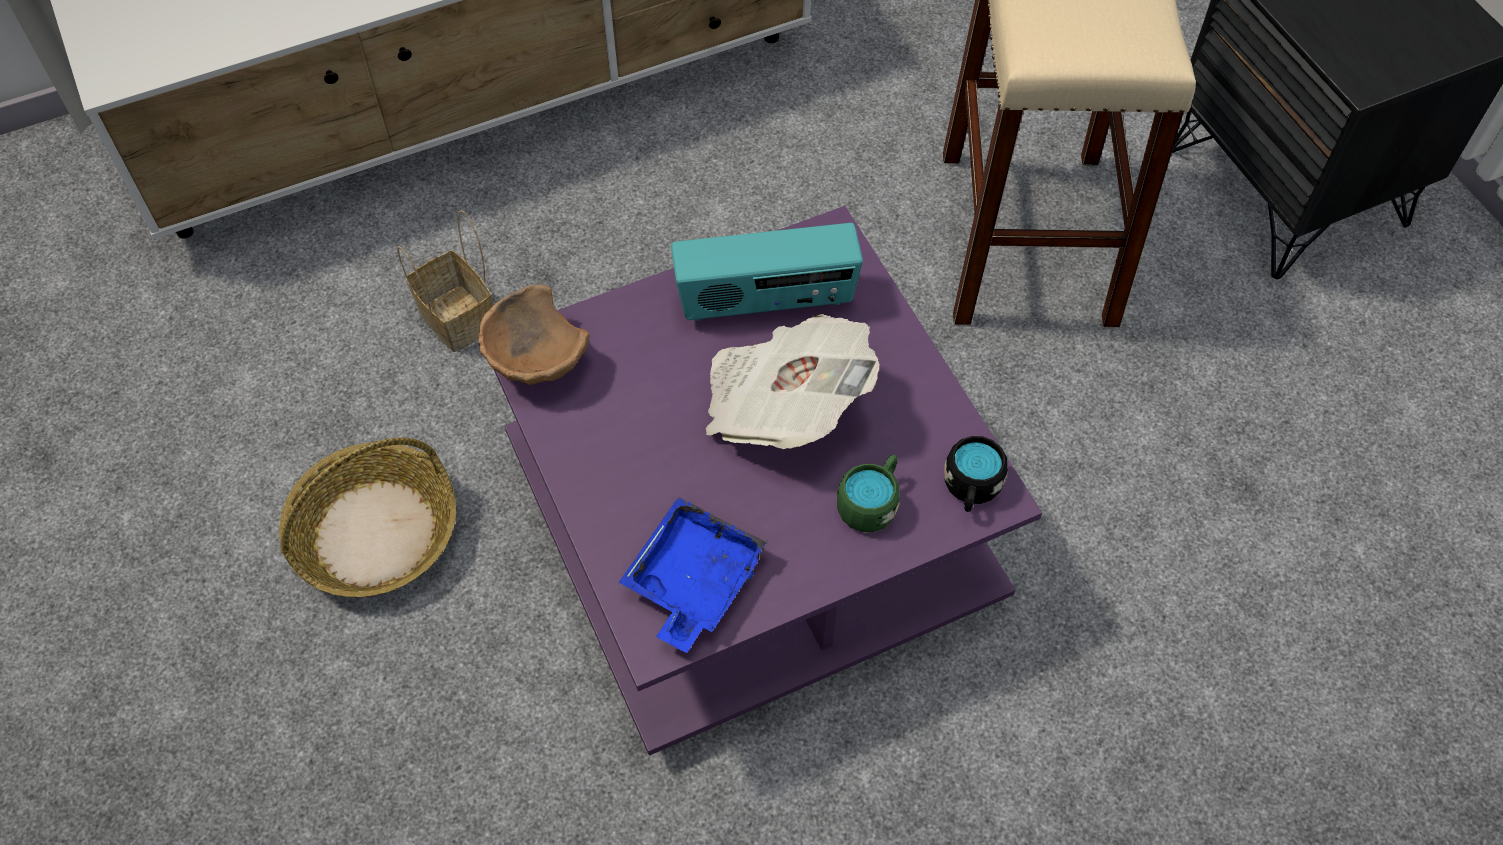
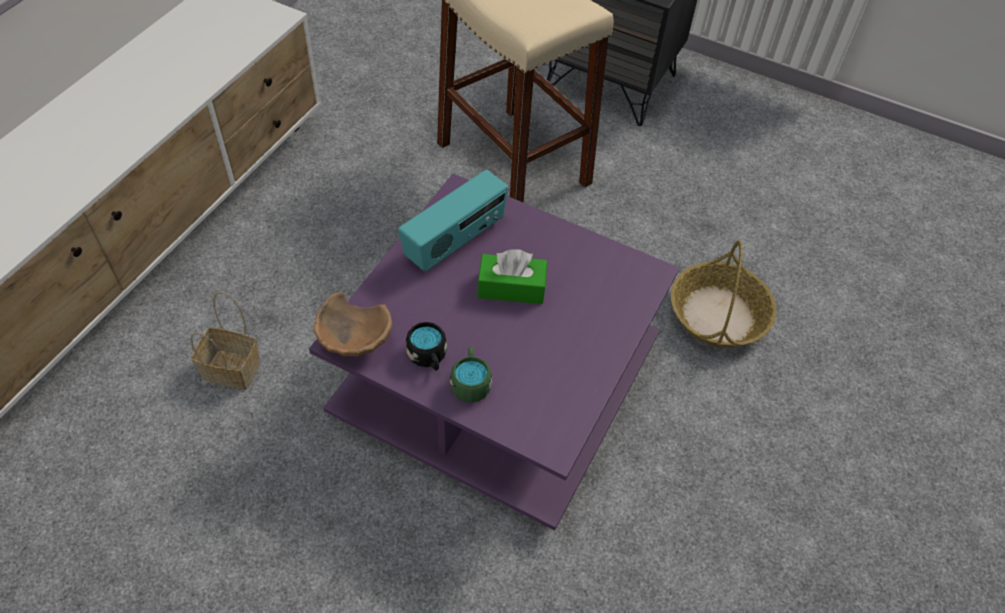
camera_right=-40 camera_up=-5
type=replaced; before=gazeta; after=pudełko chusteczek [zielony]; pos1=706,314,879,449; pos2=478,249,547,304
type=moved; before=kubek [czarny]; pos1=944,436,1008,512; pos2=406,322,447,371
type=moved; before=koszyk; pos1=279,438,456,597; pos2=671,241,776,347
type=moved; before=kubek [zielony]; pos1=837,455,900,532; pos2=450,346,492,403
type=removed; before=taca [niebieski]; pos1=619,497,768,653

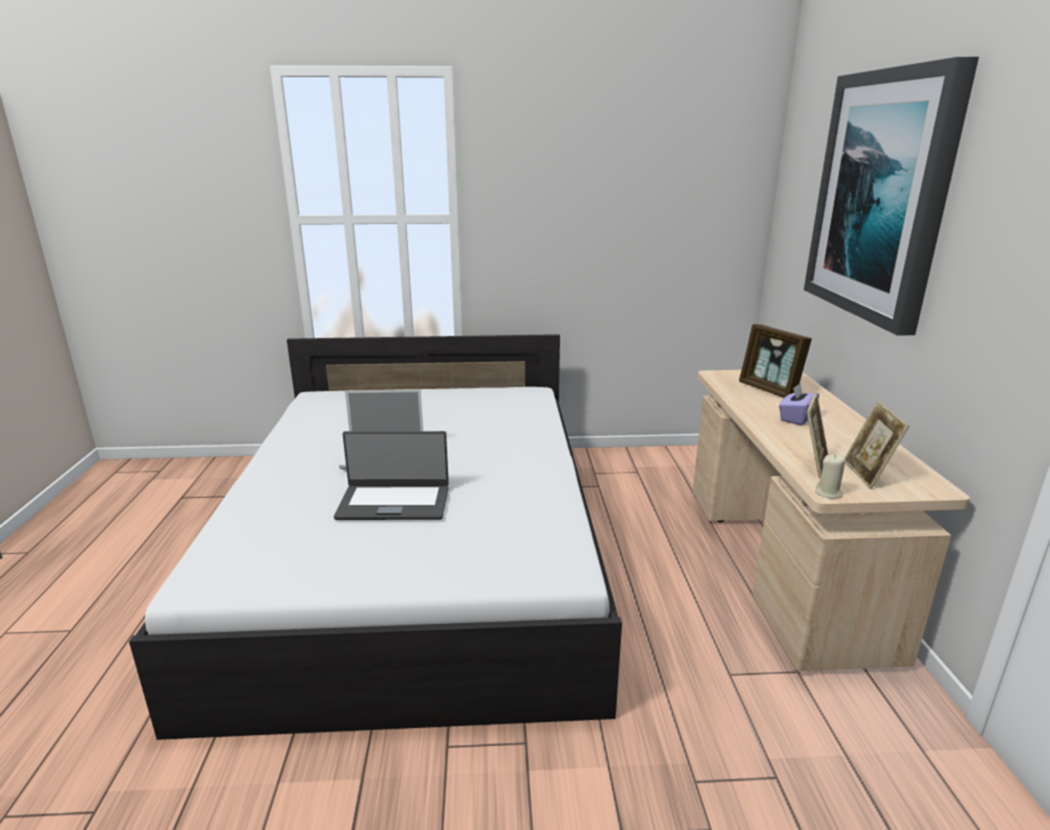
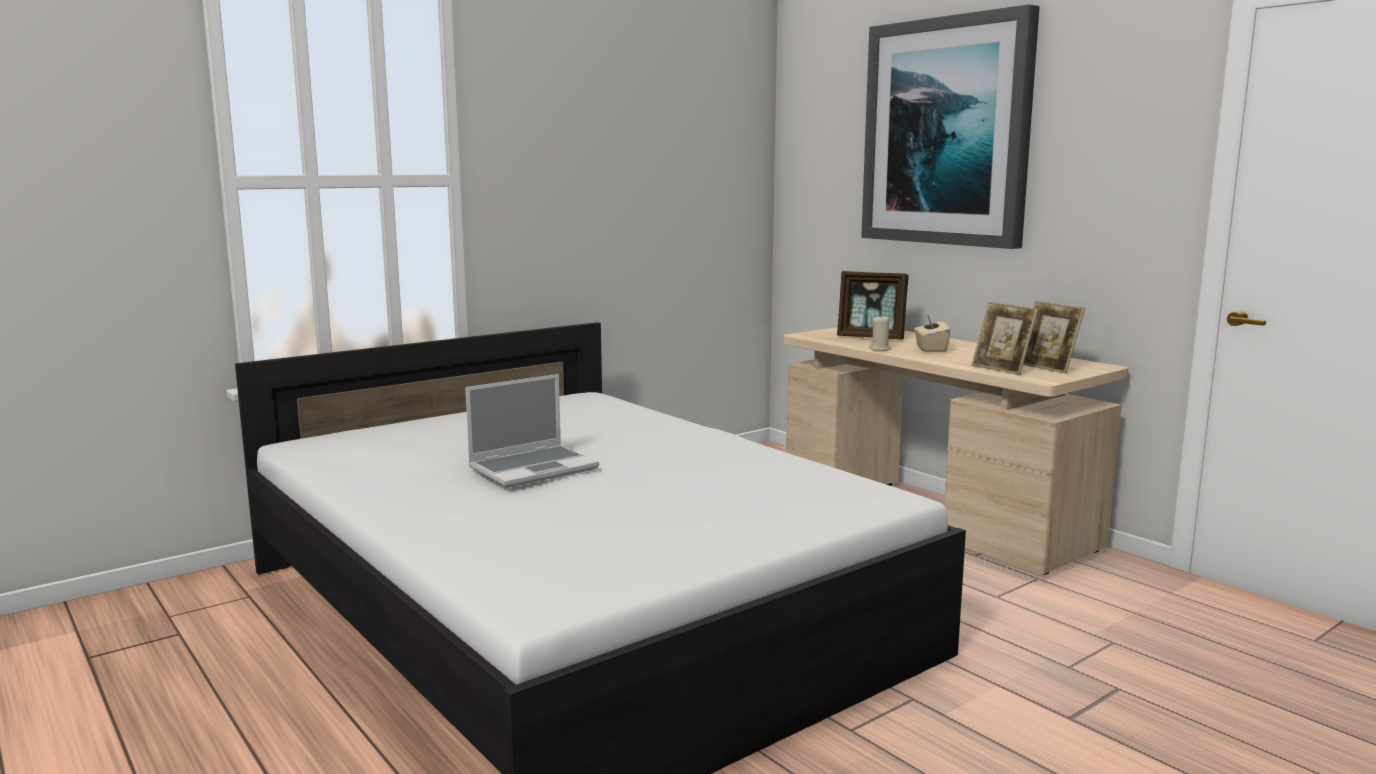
camera_right=-35 camera_up=-10
type=recoloured; before=pudełko chusteczek [fioletowy]; after=pudełko chusteczek [beżowy]; pos1=779,383,819,426; pos2=914,314,951,352
type=turned; before=ramka na zdjęcie; pos1=807,393,829,479; pos2=971,301,1038,375; turn=150
type=removed; before=laptop; pos1=334,431,449,520
type=moved; before=świeca [beżowy]; pos1=815,455,845,498; pos2=869,315,891,351

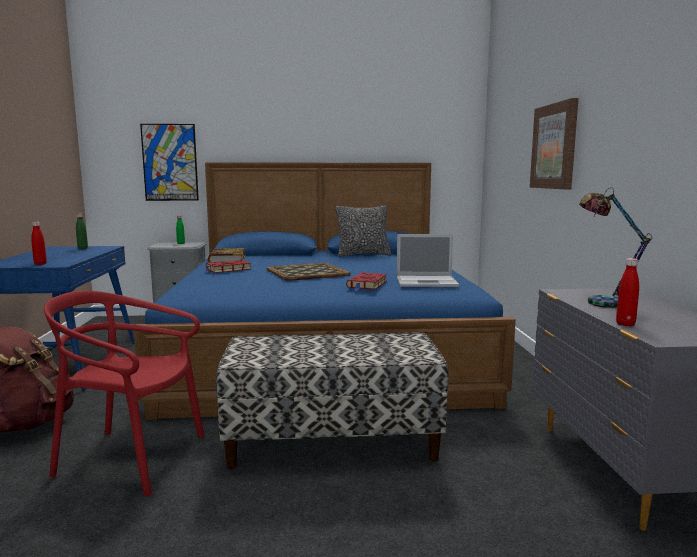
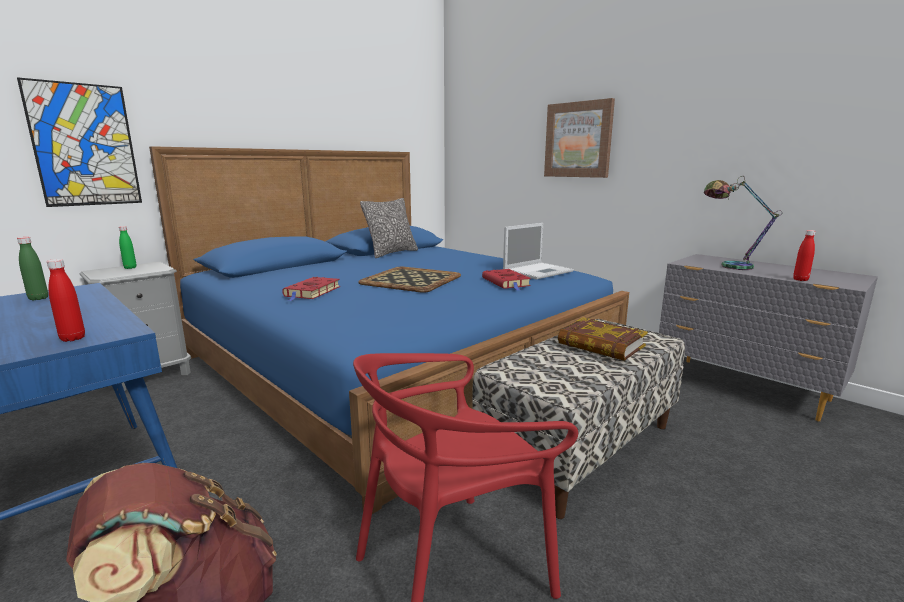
camera_right=-40 camera_up=5
type=moved; before=książka; pos1=208,248,246,263; pos2=558,317,648,361

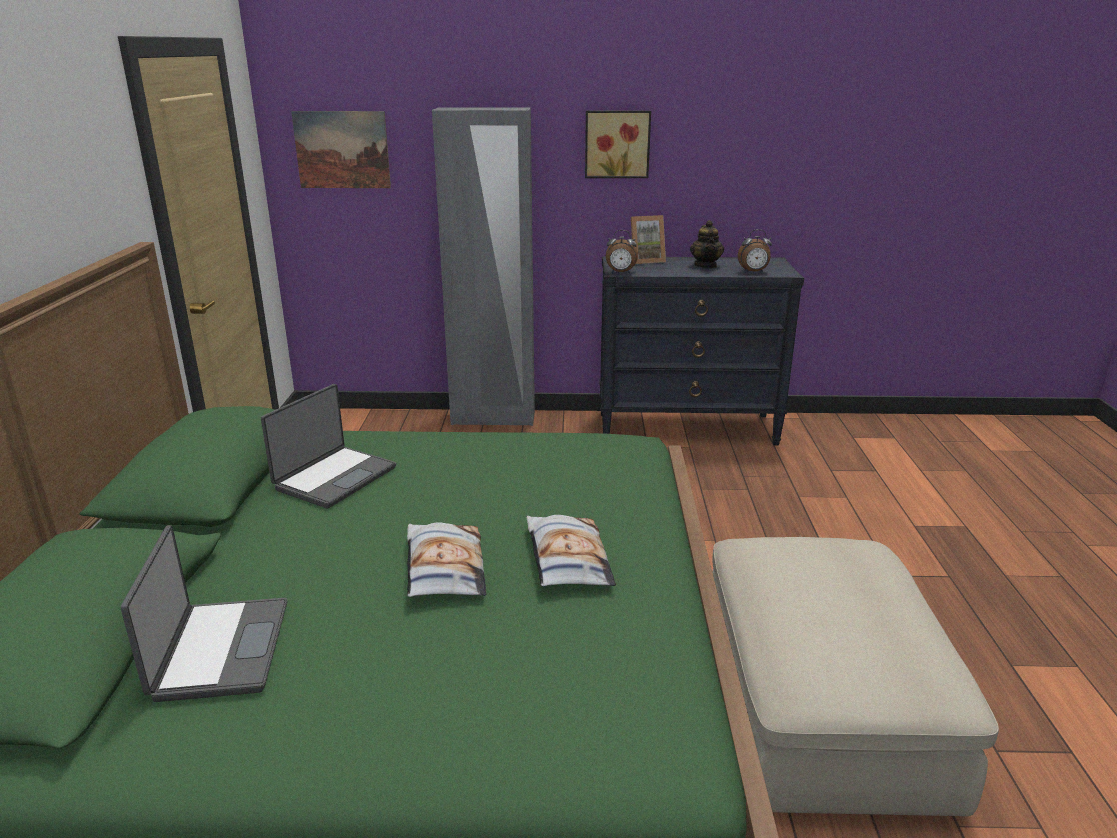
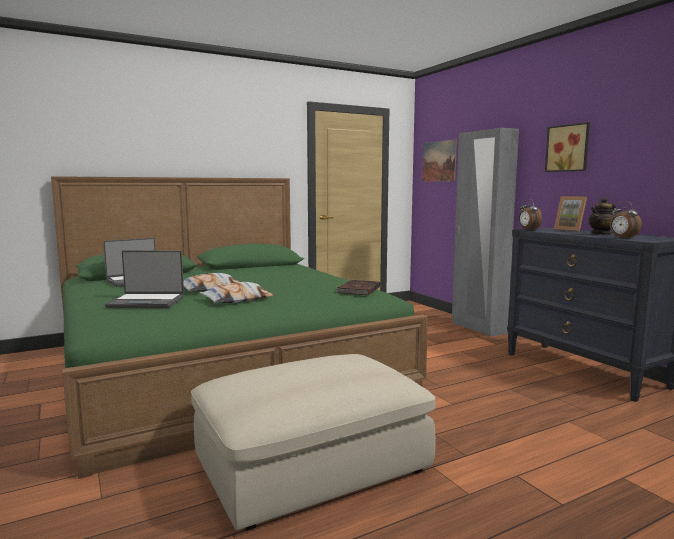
camera_right=60 camera_up=-15
type=moved; before=laptop; pos1=261,384,396,509; pos2=105,250,184,308
type=added; after=książka [brązowy]; pos2=336,280,380,295

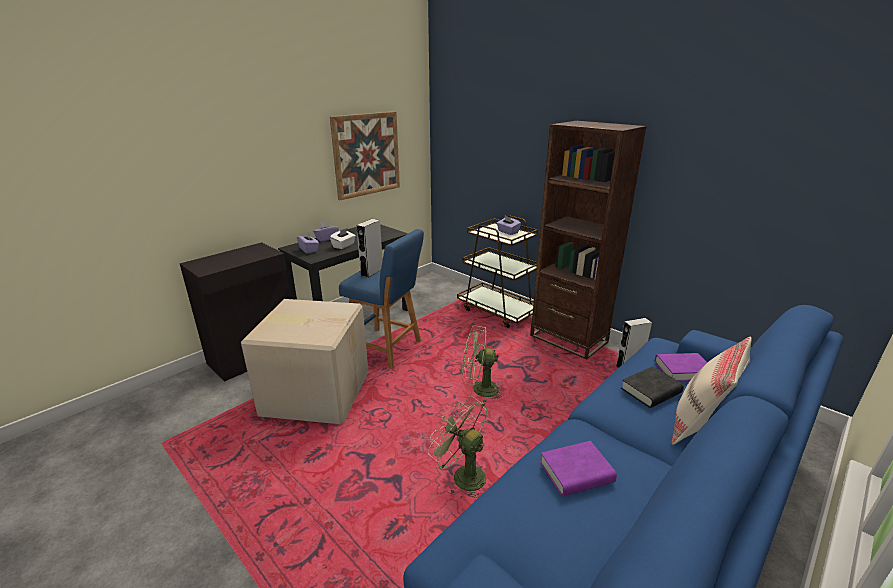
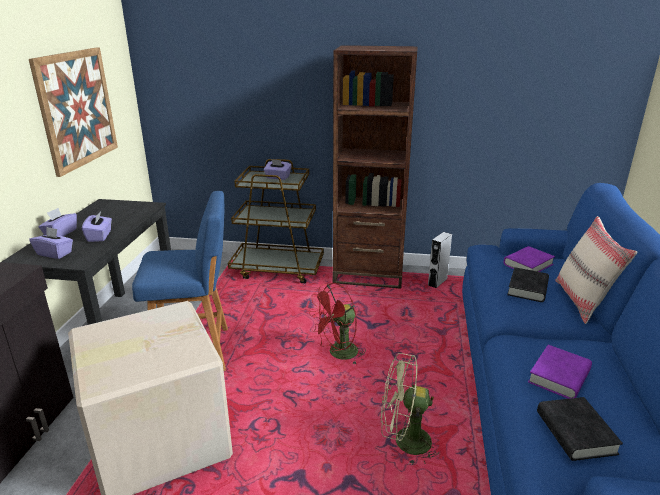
camera_right=-35 camera_up=0
type=removed; before=głośnik [szary]; pos1=356,219,383,278
type=recoloured; before=pudełko chusteczek [biały]; after=pudełko chusteczek [fioletowy]; pos1=330,228,356,249; pos2=82,211,112,242
type=recoloured; before=wentylator [zielony]; after=wentylator [czerwony]; pos1=462,325,502,402; pos2=309,283,366,364
type=added; after=książka [czarny]; pos2=537,397,623,461

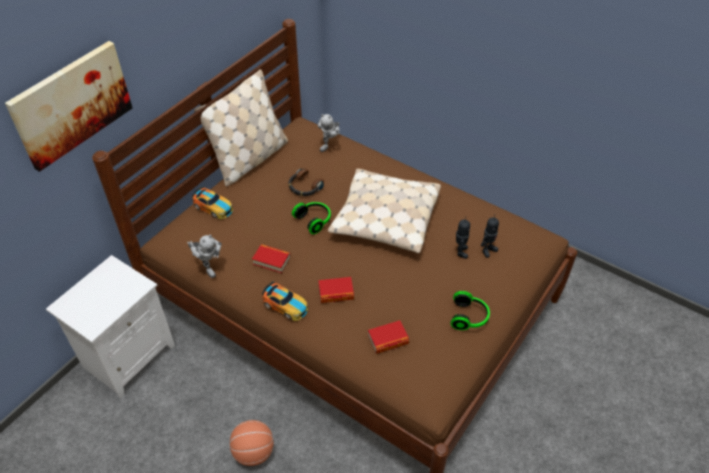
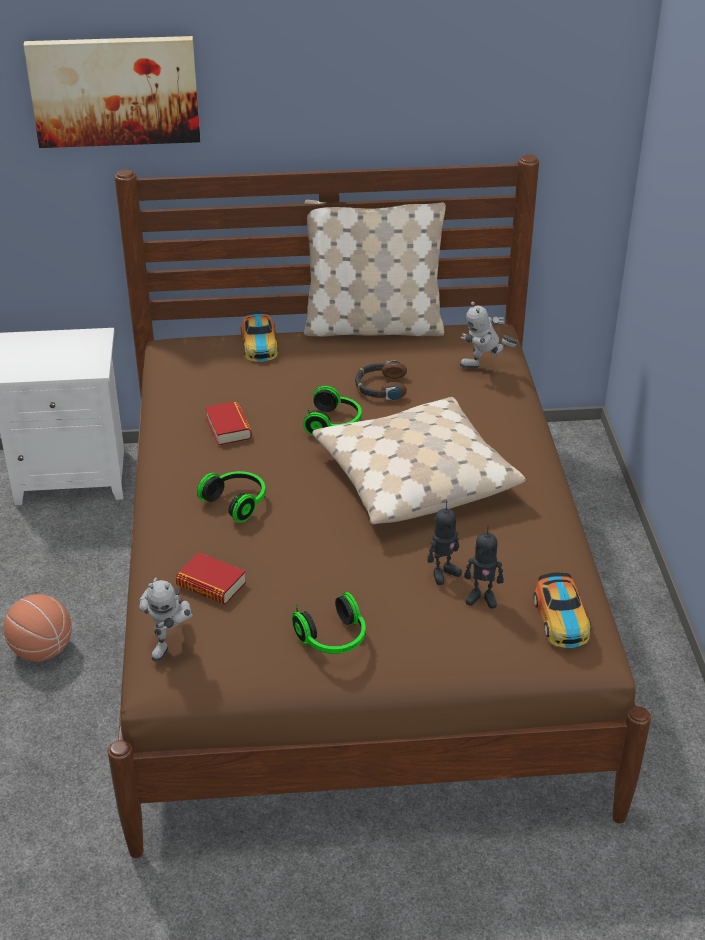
camera_right=50 camera_up=-10
type=moved; before=robot zabawkowy; pos1=187,234,222,278; pos2=139,578,193,662
type=replaced; before=książka; after=słuchawki; pos1=318,277,354,303; pos2=197,471,265,523
type=moved; before=samochodzik; pos1=262,282,308,321; pos2=533,573,591,648

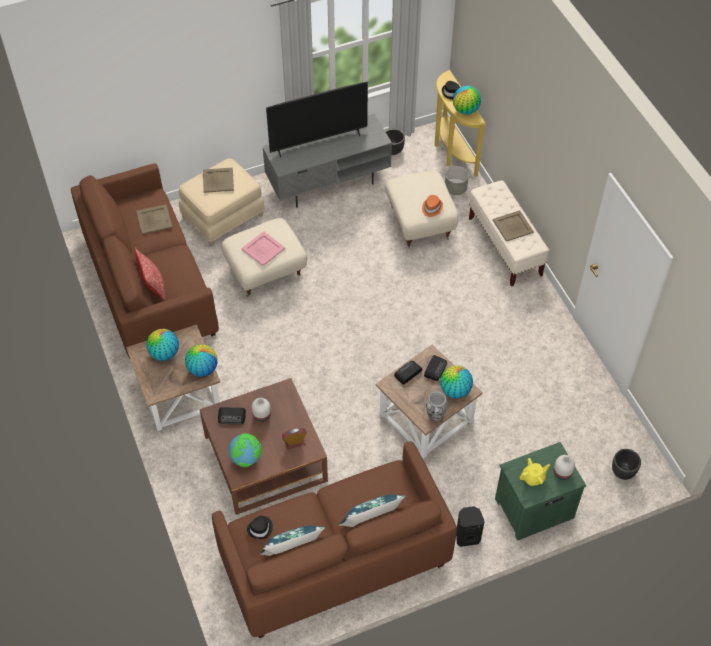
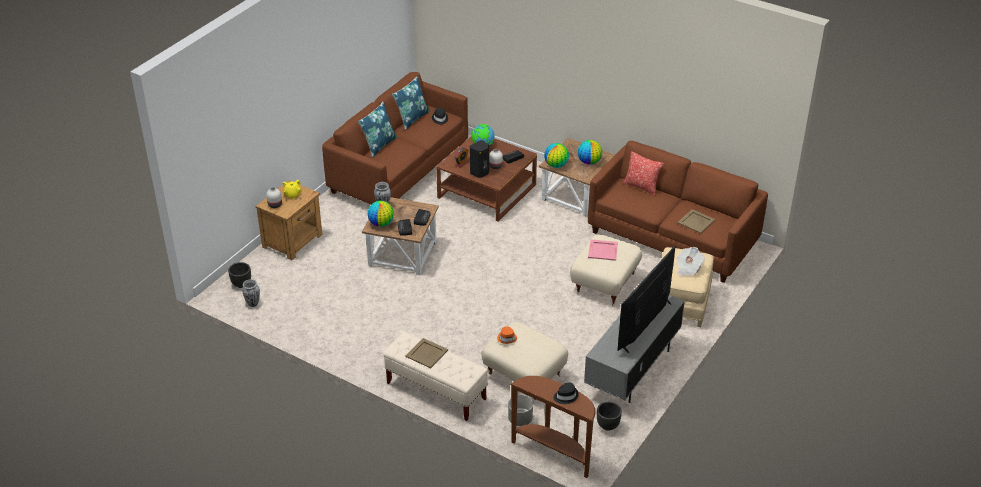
camera_right=145 camera_up=-15
type=recoloured; before=stolik konsolowy [żółty]; after=stolik konsolowy [brązowy]; pos1=435,70,486,177; pos2=510,376,596,478
type=removed; before=globus; pos1=453,86,481,115
type=replaced; before=taca [beżowy]; after=gazeta; pos1=203,168,234,193; pos2=676,247,705,276
type=recoloured; before=szafka nocna [zielony]; after=szafka nocna [brązowy]; pos1=495,442,586,541; pos2=256,180,322,260
type=moved; before=głośnik [czarny]; pos1=456,506,485,547; pos2=470,140,489,178
type=added; after=wazon; pos2=242,279,260,307

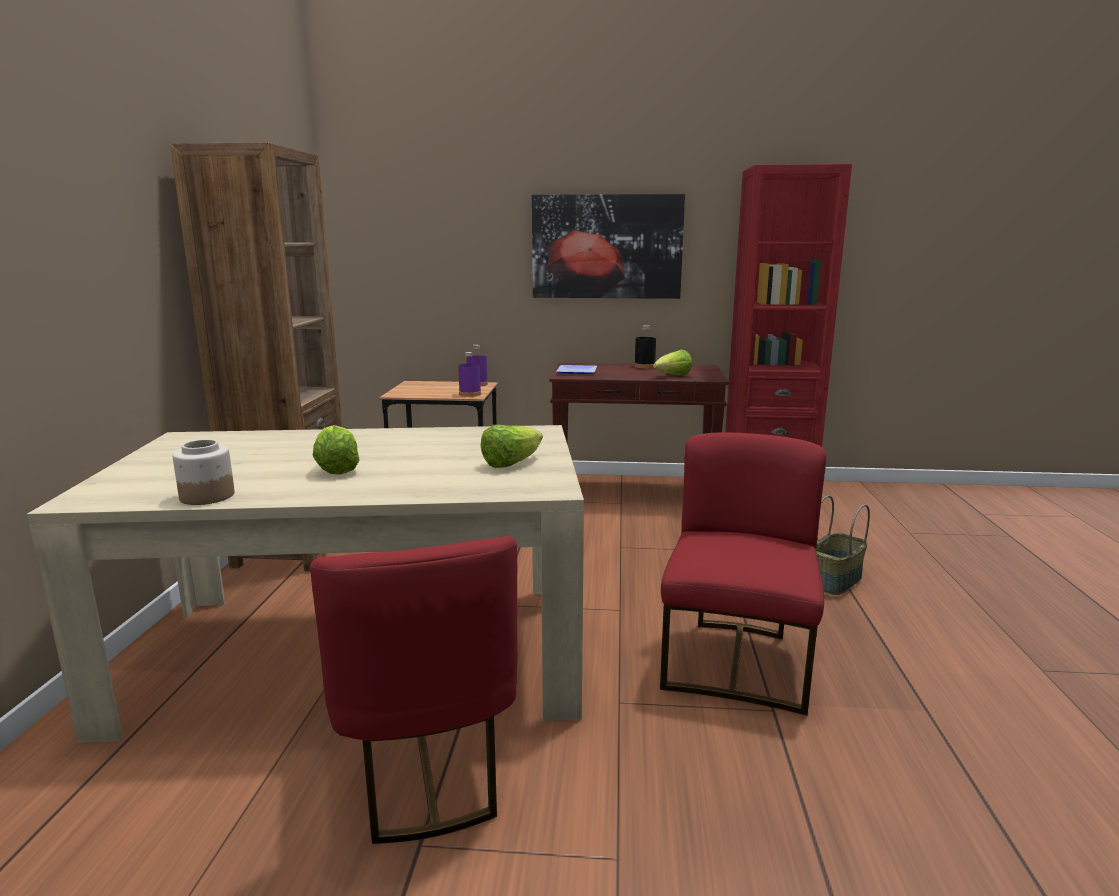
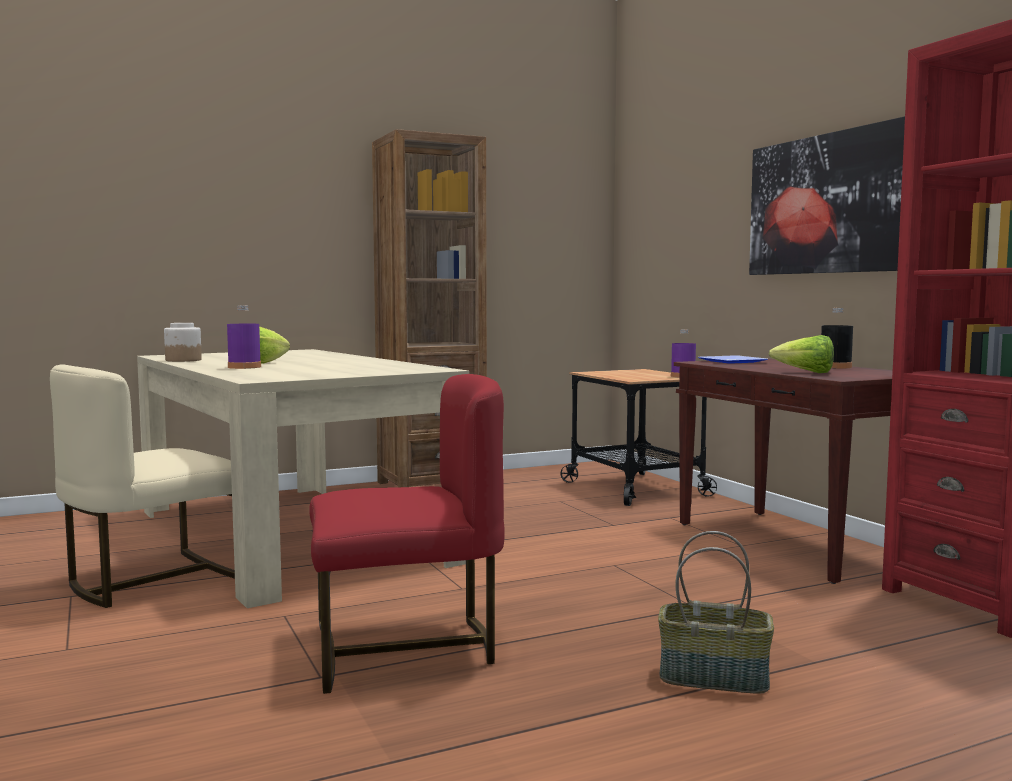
camera_right=60 camera_up=-10
type=moved; before=butelka [fioletowy]; pos1=458,352,481,397; pos2=227,305,261,369
type=removed; before=sałata; pos1=481,425,543,468
type=recoloured; before=krzesło [czerwony]; after=krzesło [beżowy]; pos1=310,536,518,844; pos2=50,365,235,608

